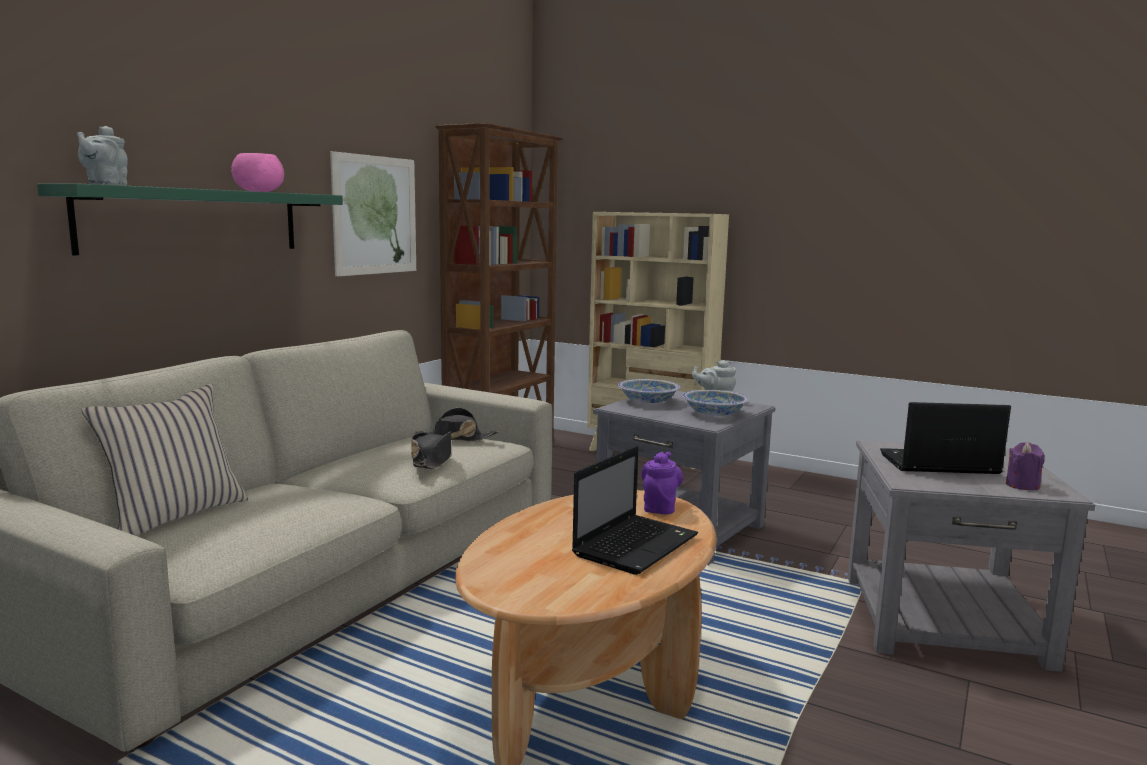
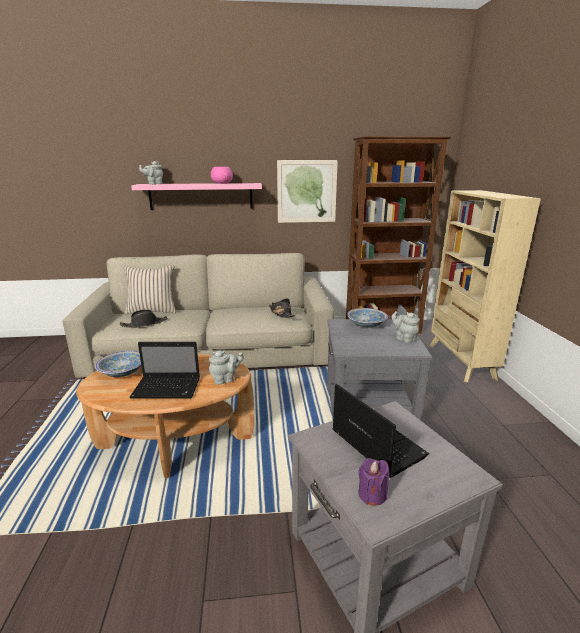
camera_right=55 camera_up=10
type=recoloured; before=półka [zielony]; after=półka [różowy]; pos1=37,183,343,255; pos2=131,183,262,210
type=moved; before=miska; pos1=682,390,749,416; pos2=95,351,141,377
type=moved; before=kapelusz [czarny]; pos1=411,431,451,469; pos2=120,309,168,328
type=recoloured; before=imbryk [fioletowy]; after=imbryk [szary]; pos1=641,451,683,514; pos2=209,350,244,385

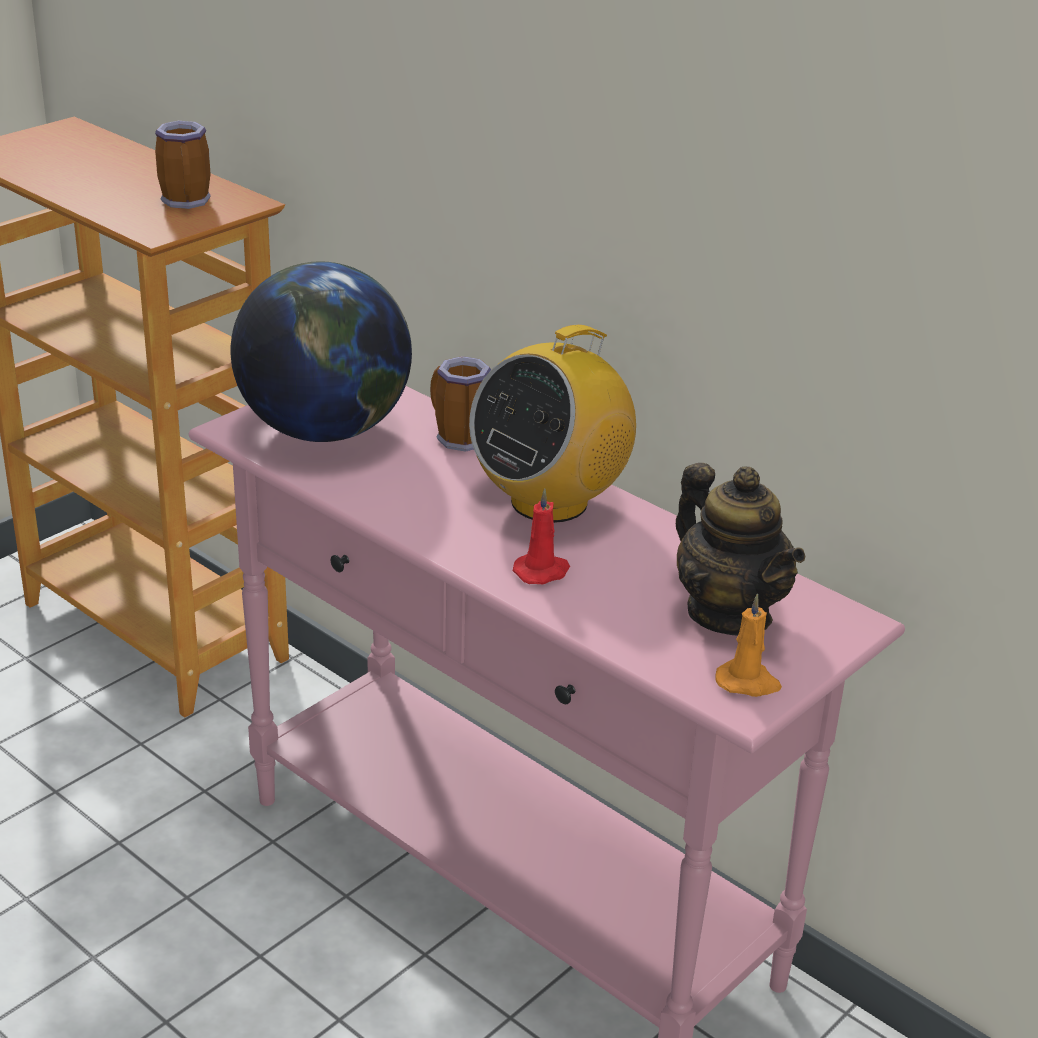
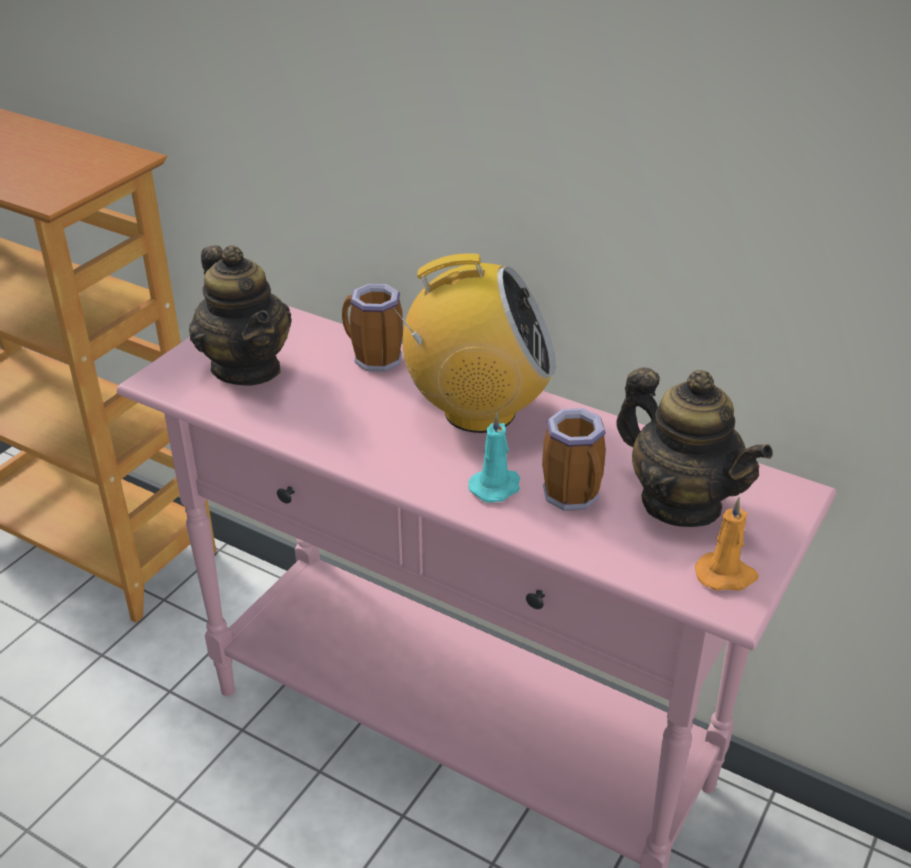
camera_right=-10 camera_up=5
type=moved; before=kubek; pos1=155,121,211,209; pos2=542,408,606,511
type=replaced; before=globus; after=imbryk; pos1=231,261,412,442; pos2=189,245,292,385
type=turned; before=radio; pos1=469,325,636,523; pos2=392,253,556,433; turn=-120
type=recoloured; before=świeca [czerwony]; after=świeca [turkusowy]; pos1=513,488,570,584; pos2=468,412,520,503

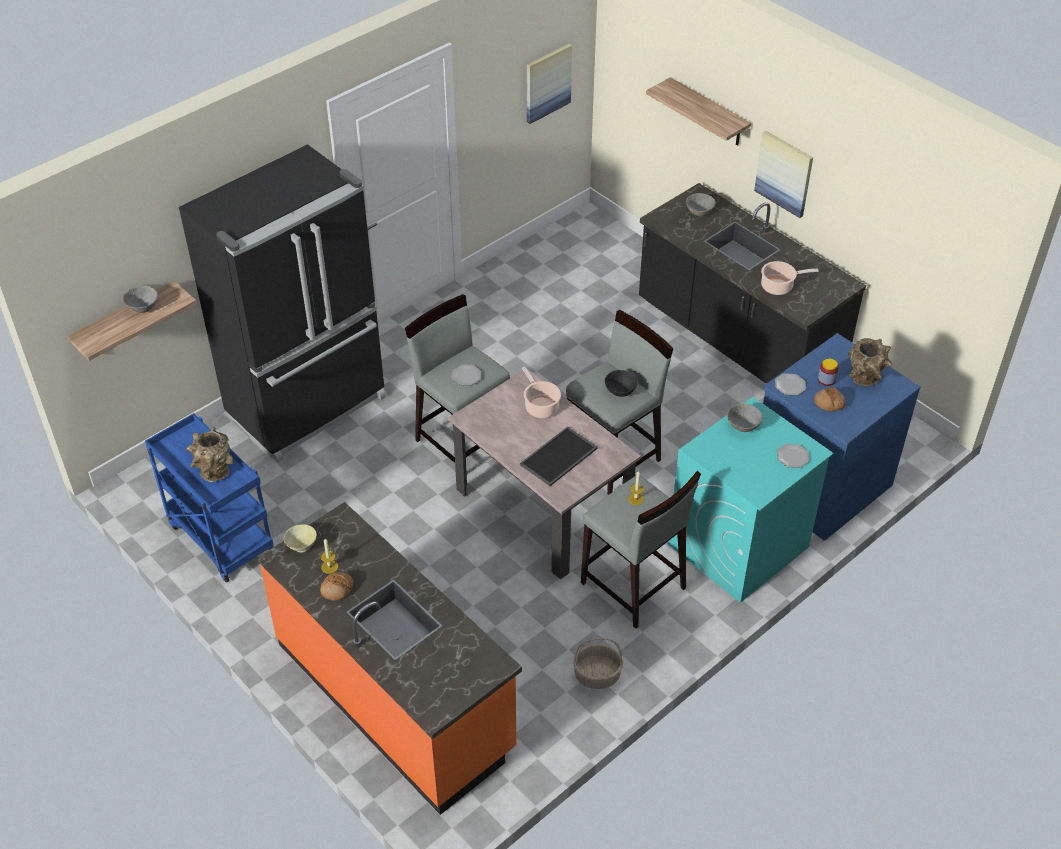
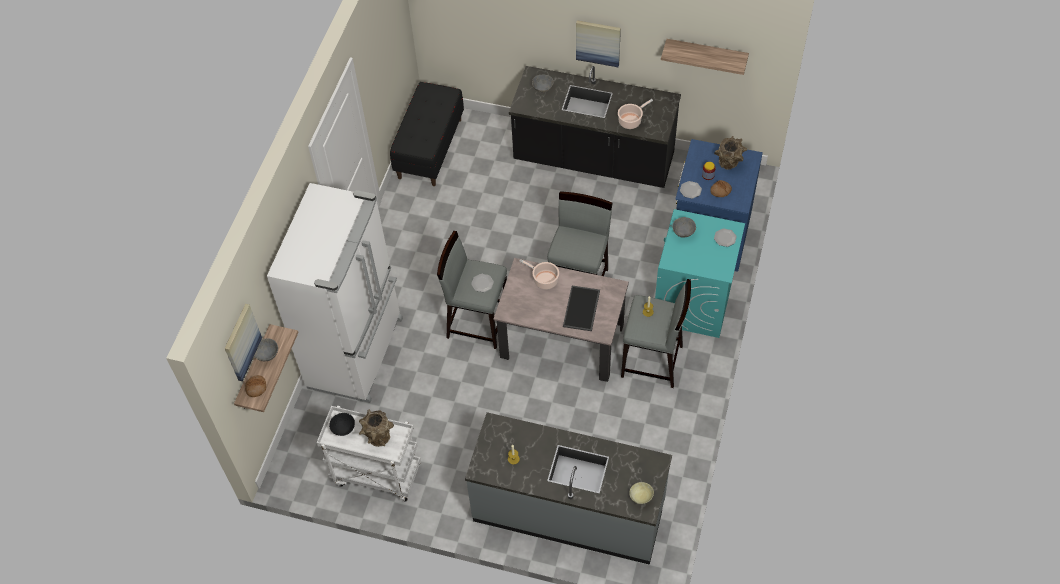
camera_right=-30 camera_up=10
type=moved; before=obraz; pos1=527,44,572,124; pos2=225,304,262,381
type=moved; before=półka; pos1=646,77,751,146; pos2=661,39,749,75
type=recoloured; before=lodówka [czarny]; after=lodówka [biały]; pos1=179,144,386,463; pos2=267,183,403,403
type=moved; before=miska [czarny]; pos1=605,370,638,397; pos2=329,413,355,436
type=recoloured; before=wózek [niebieski]; after=wózek [biały]; pos1=145,413,274,583; pos2=316,405,421,502
type=recoloured; before=zabudowa kuchenna [pomarańczowy]; after=zabudowa kuchenna [szary]; pos1=258,502,522,815; pos2=465,412,672,565
type=moved; before=miska [beżowy]; pos1=284,524,317,553; pos2=629,482,654,504
type=moved; before=chleb; pos1=320,572,354,601; pos2=245,375,266,397
type=removed; before=koszyk; pos1=573,638,623,689
type=added; after=ławka [czarny]; pos2=390,82,464,186

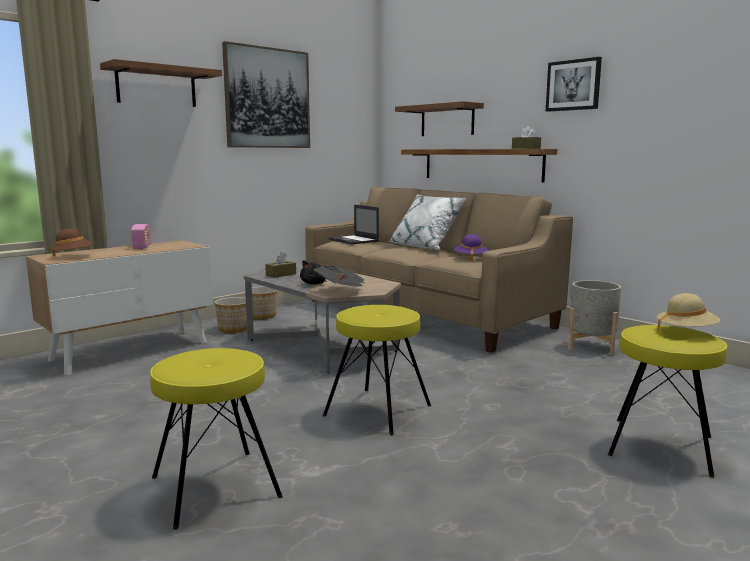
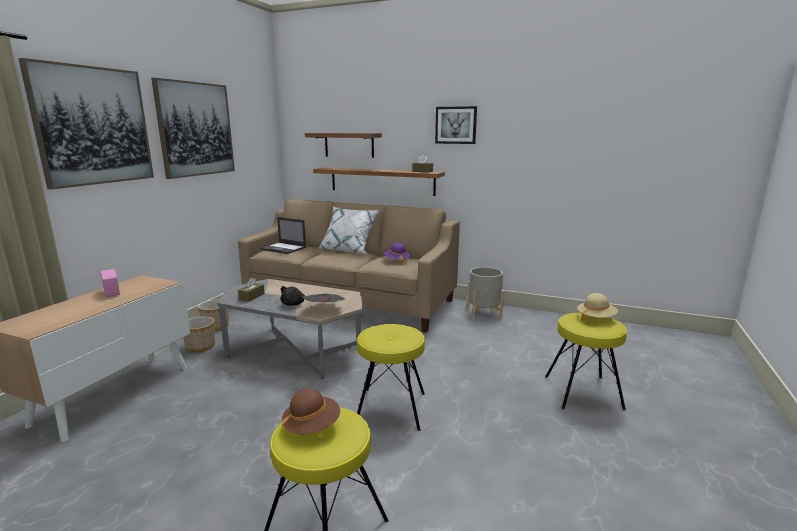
camera_right=-25 camera_up=5
type=replaced; before=półka; after=obraz; pos1=100,59,222,107; pos2=18,58,154,190
type=moved; before=kapelusz [brązowy]; pos1=50,228,95,256; pos2=282,389,340,434

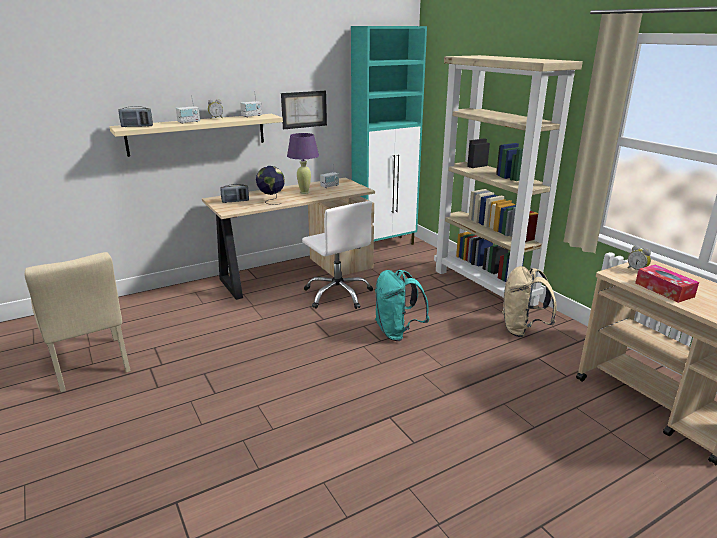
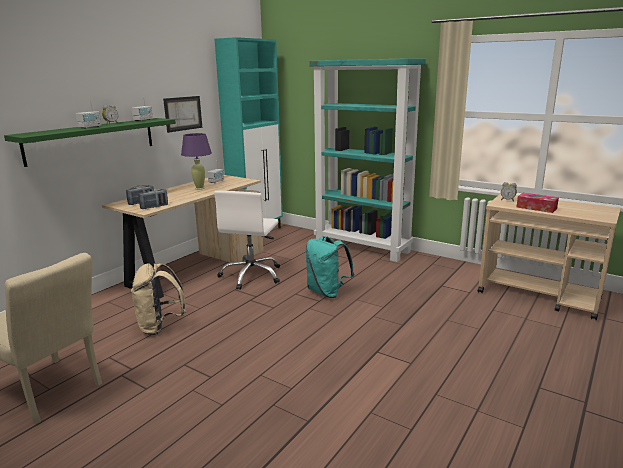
camera_right=-25 camera_up=-5
type=recoloured; before=regał [beżowy]; after=regał [turkusowy]; pos1=434,55,583,306; pos2=309,58,426,262
type=moved; before=radio; pos1=118,106,153,127; pos2=138,189,168,209
type=recoloured; before=półka [beżowy]; after=półka [zielony]; pos1=109,114,283,157; pos2=4,118,176,167
type=removed; before=globus; pos1=256,166,285,205
type=turned; before=krzesło biurowe [biały]; pos1=302,201,373,309; pos2=214,191,280,290; turn=75
type=moved; before=plecak [beżowy]; pos1=502,266,557,337; pos2=131,263,186,335

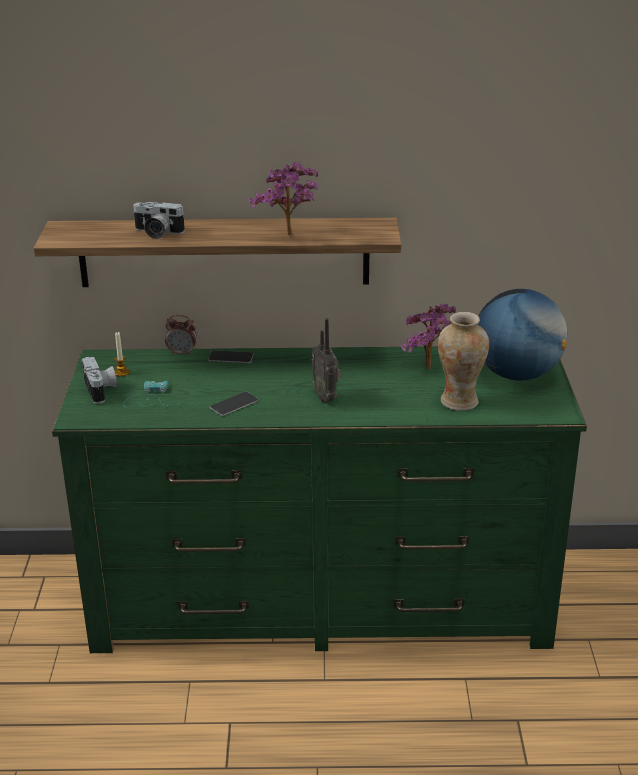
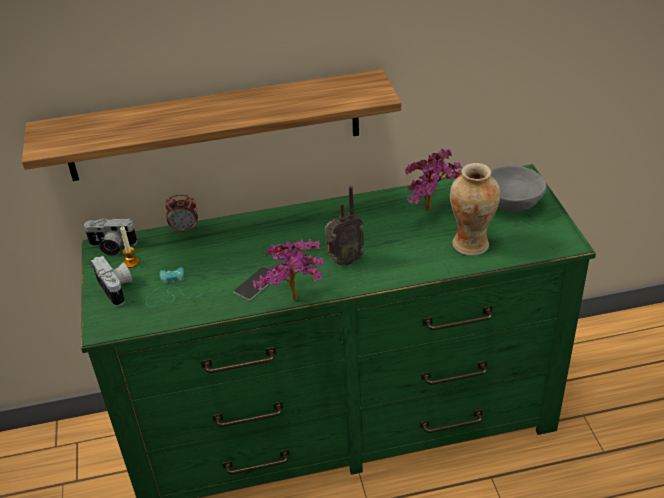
camera_right=-10 camera_up=10
type=moved; before=roślina doniczkowa; pos1=249,162,318,236; pos2=253,239,324,300
type=moved; before=aparat fotograficzny; pos1=133,202,185,239; pos2=84,218,137,256
type=replaced; before=globus; after=miska [szary]; pos1=478,289,567,381; pos2=491,166,547,212
type=turned; before=radio; pos1=312,318,341,402; pos2=325,186,364,266; turn=-75
type=removed; before=telefon; pos1=208,350,254,363

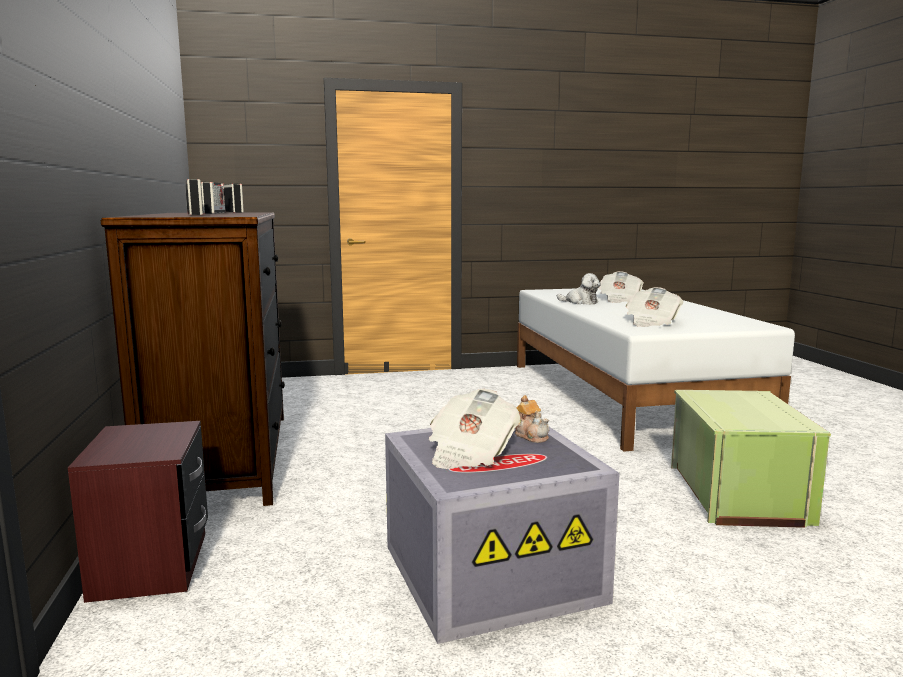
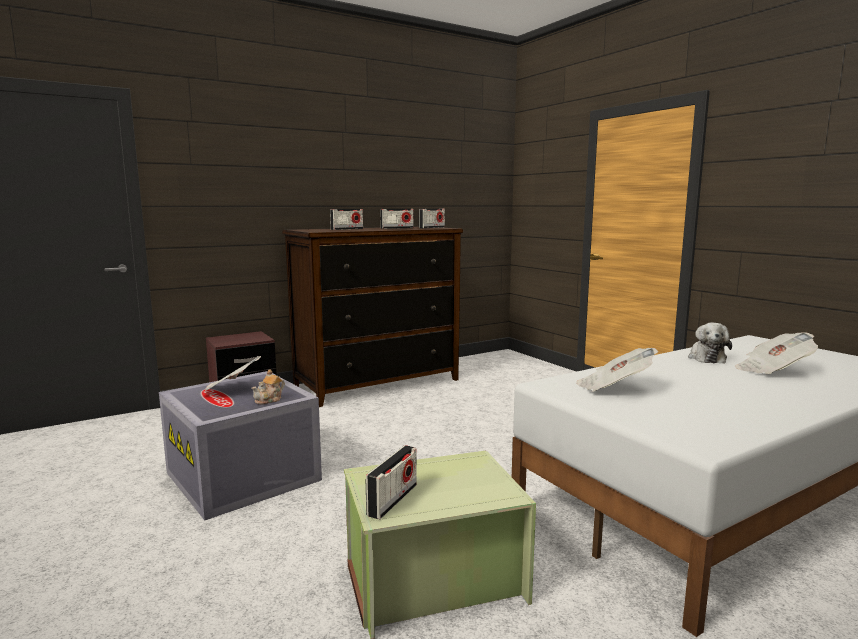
camera_right=70 camera_up=0
type=added; after=radio; pos2=366,445,417,519

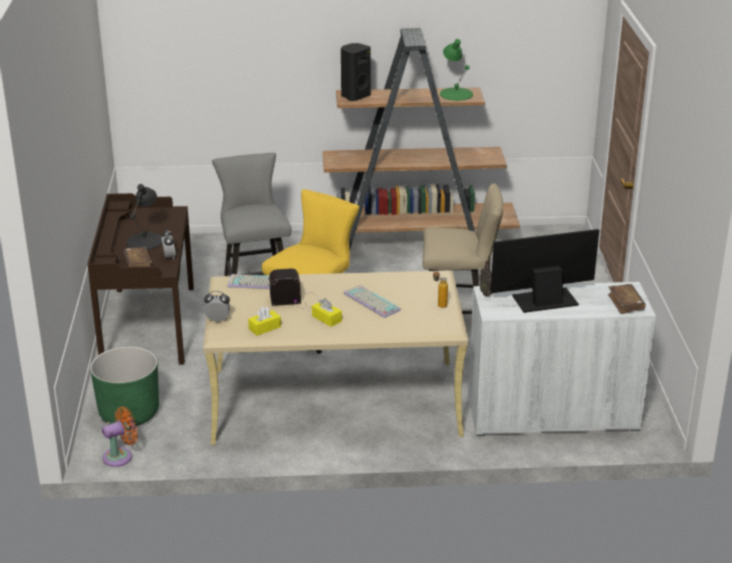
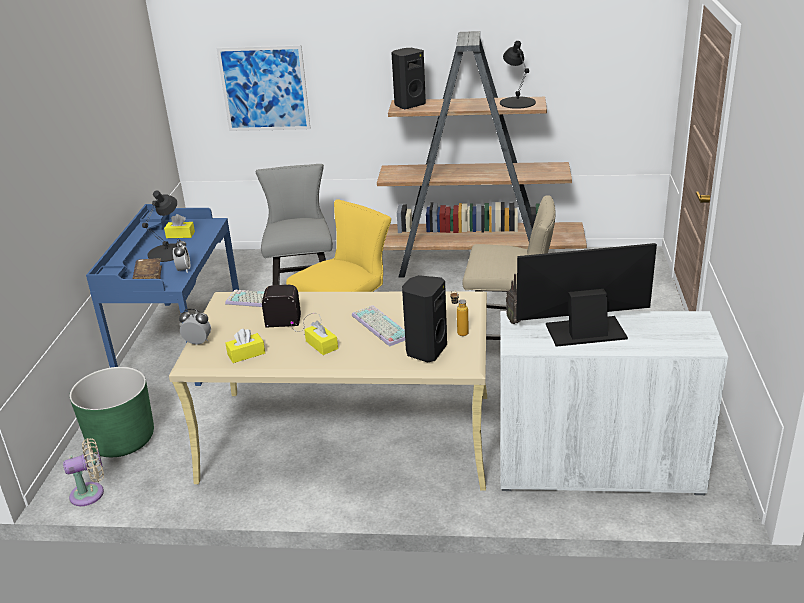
camera_right=10 camera_up=0
type=recoloured; before=lampa stołowa [zielony]; after=lampa stołowa [czarny]; pos1=440,39,473,101; pos2=500,41,536,109
type=recoloured; before=biurko [brązowy]; after=biurko [niebieski]; pos1=87,193,194,365; pos2=86,204,239,386
type=removed; before=książka [brązowy]; pos1=608,284,646,314
type=recoloured; before=wentylator [pomarańczowy]; after=wentylator [beżowy]; pos1=102,407,138,467; pos2=63,438,104,506
type=added; after=obraz; pos2=216,45,311,131
type=added; after=pudełko chusteczek [żółty]; pos2=164,214,195,238
type=added; after=głośnik [czarny]; pos2=402,275,447,363

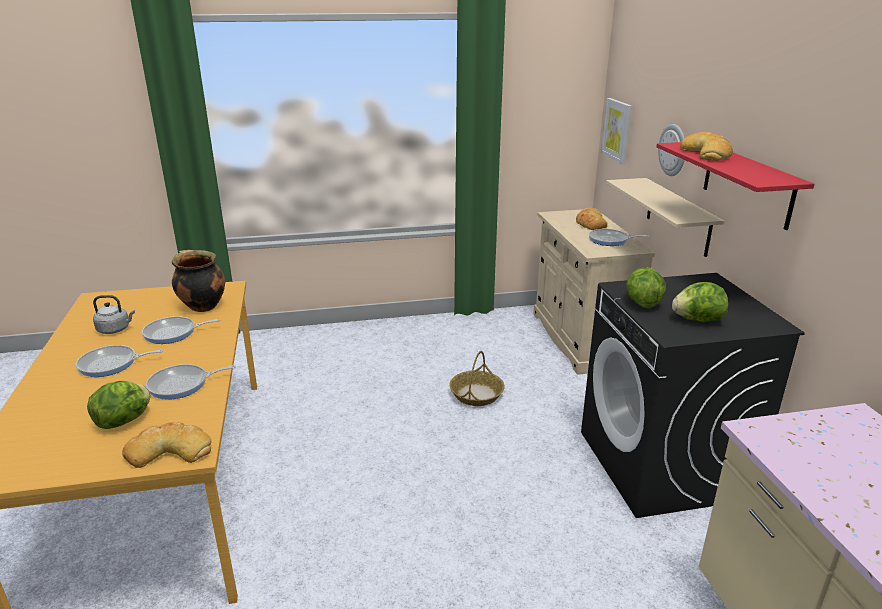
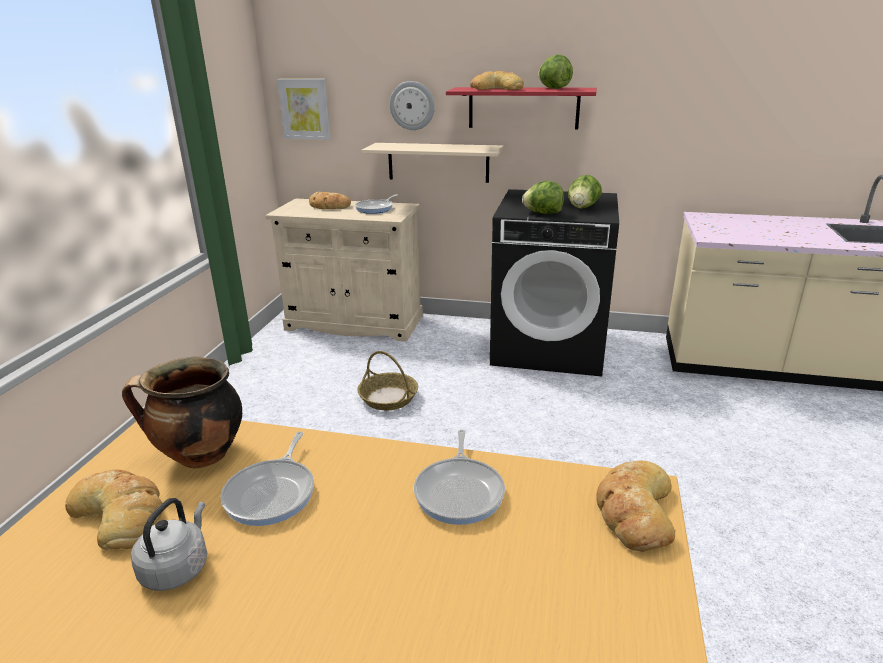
camera_right=-65 camera_up=0
type=removed; before=patelnia; pos1=76,345,163,377
type=moved; before=sałata; pos1=87,381,150,429; pos2=538,54,573,89
type=added; after=chleb; pos2=65,470,162,549

